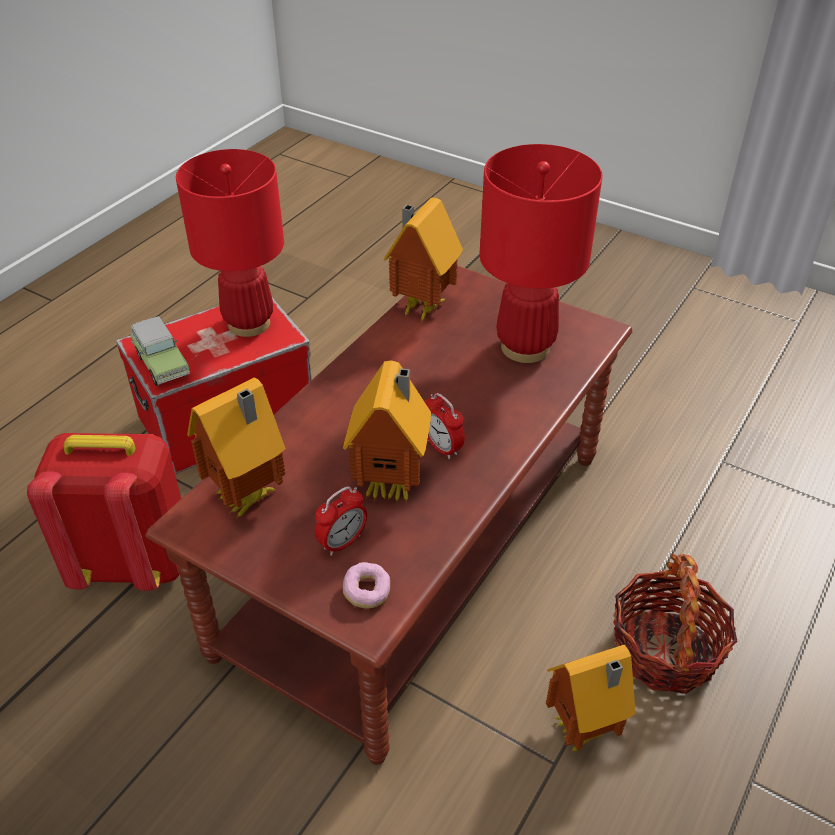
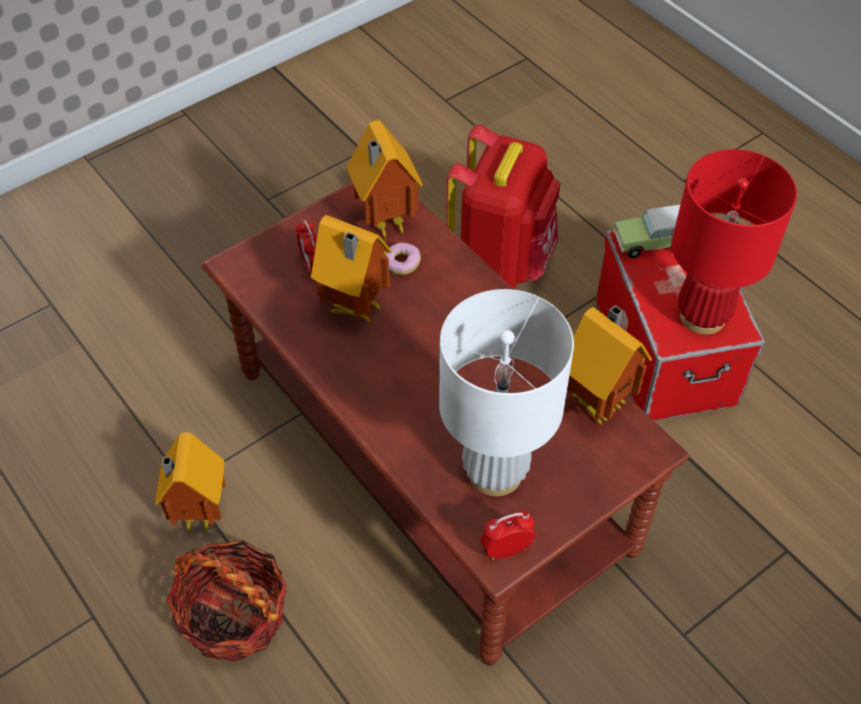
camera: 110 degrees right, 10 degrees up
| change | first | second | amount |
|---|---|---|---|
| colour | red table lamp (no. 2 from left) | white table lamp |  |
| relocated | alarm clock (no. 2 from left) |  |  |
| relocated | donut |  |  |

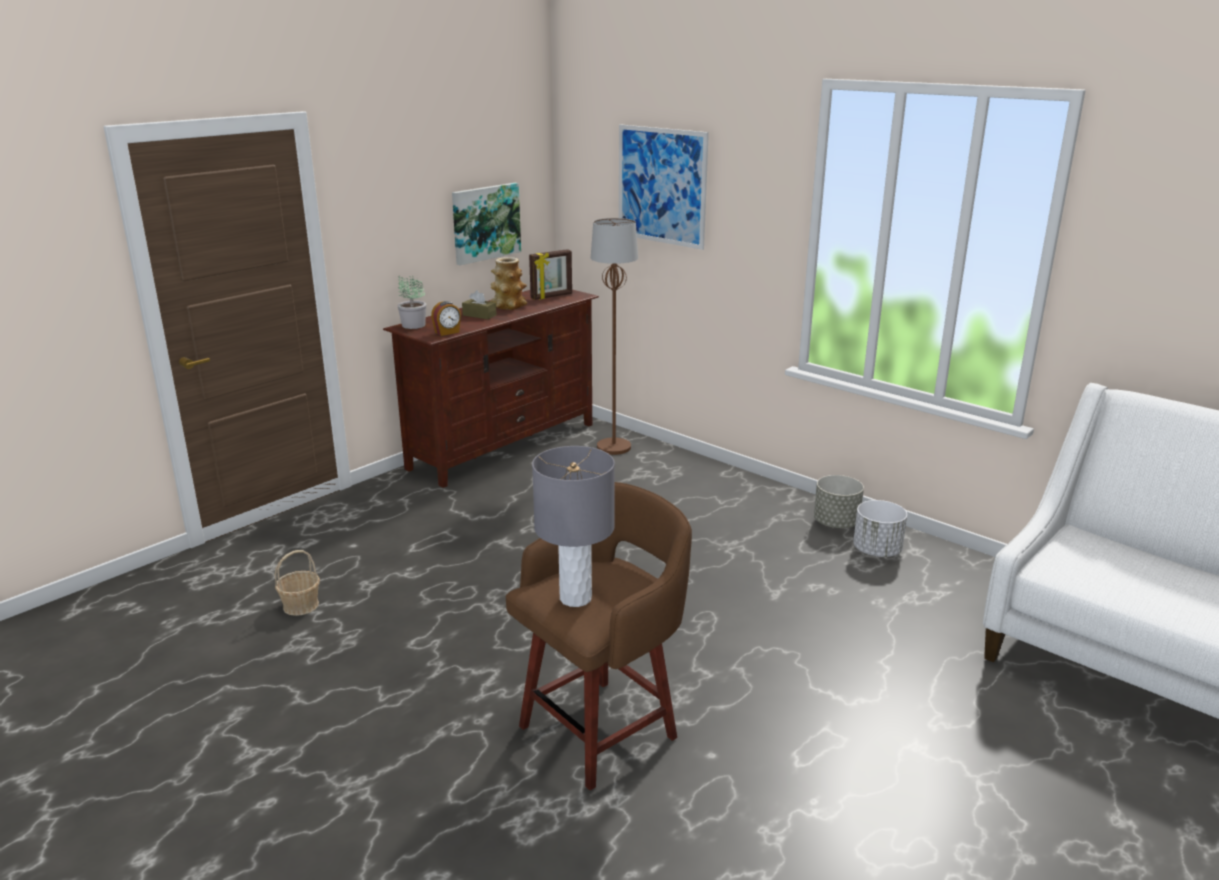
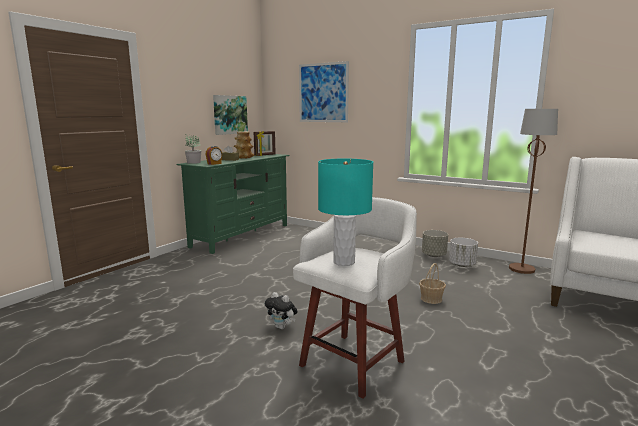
camera: 10 degrees left, 10 degrees down
| change | first | second | amount |
|---|---|---|---|
| relocated | brown floor lamp |  |  |
| colour | brown tv stand | green tv stand |  |
| colour | grey table lamp | turquoise table lamp |  |
| colour | brown stool | white stool |  |
| relocated | basket |  |  |
| appeared |  | plush toy |  |

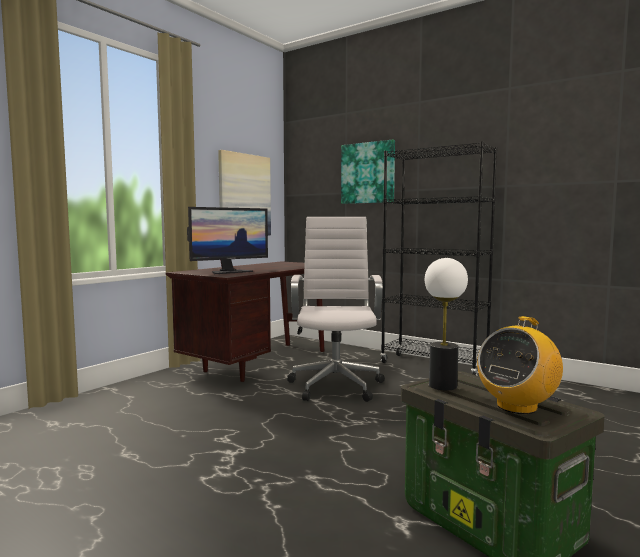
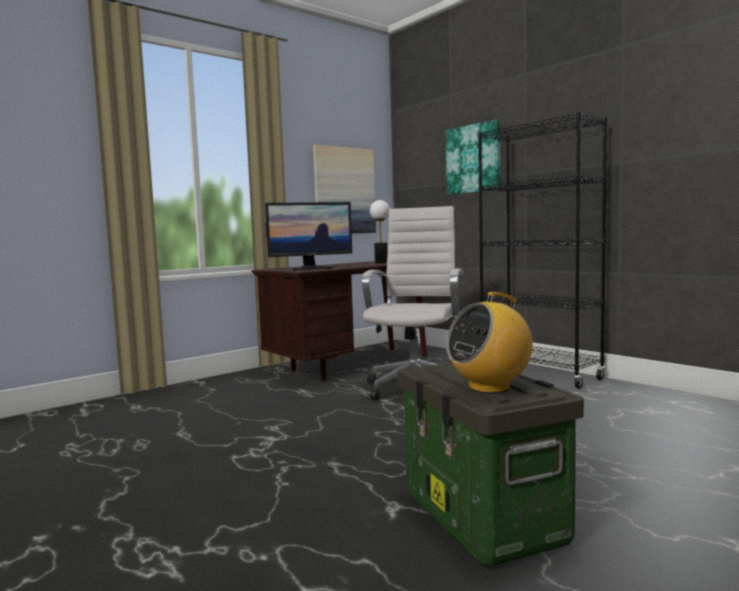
camera: 15 degrees right, 0 degrees up
| change | first | second | amount |
|---|---|---|---|
| relocated | table lamp |  |  |

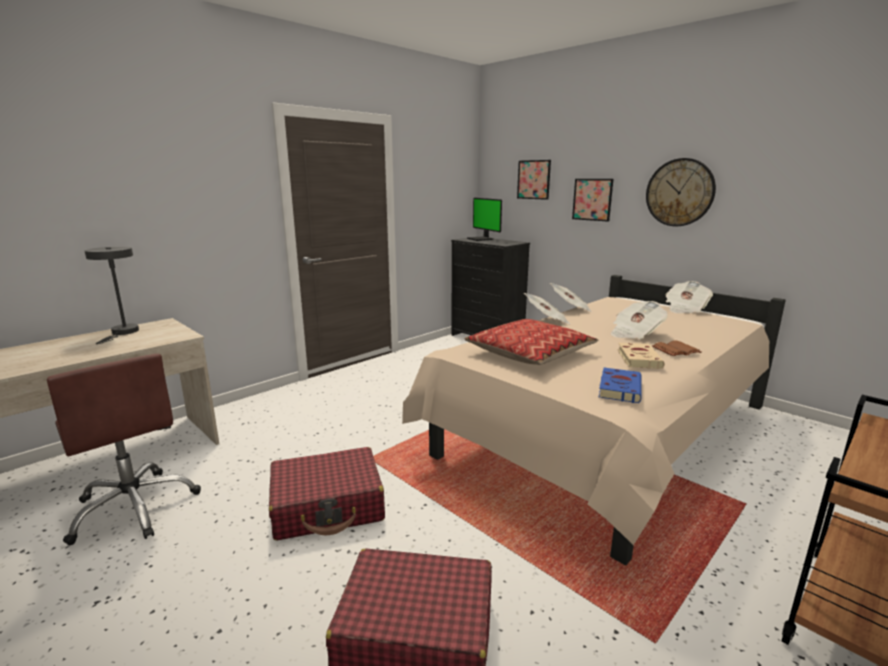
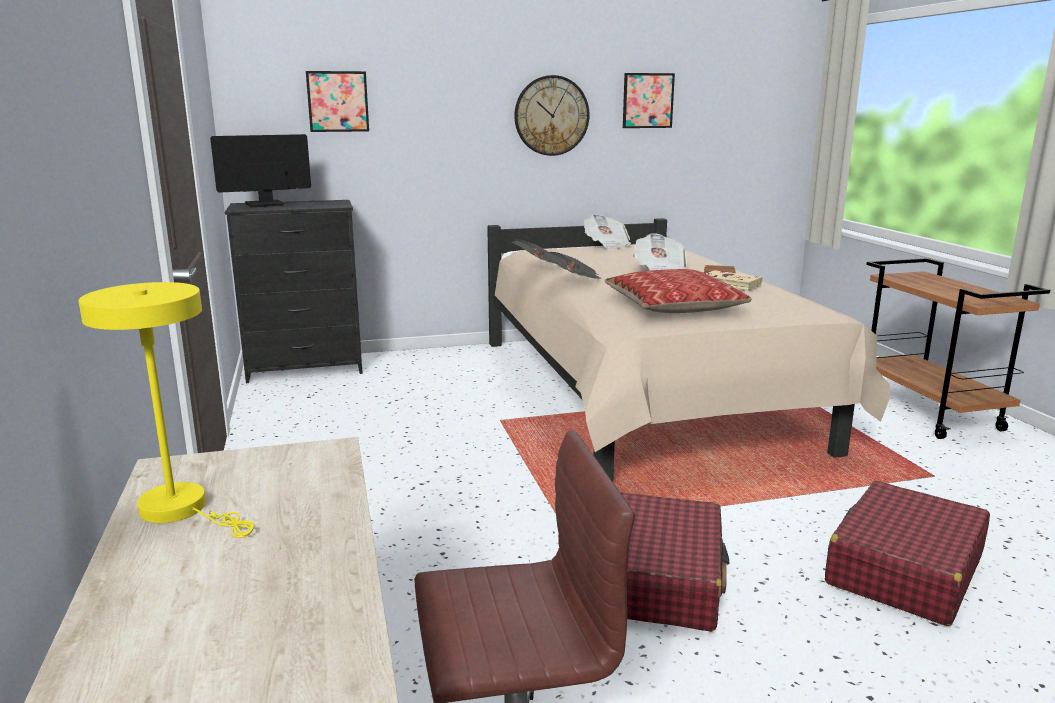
camera: 60 degrees left, 0 degrees up
| change | first | second | amount |
|---|---|---|---|
| relocated | picture (no. 2 from left) |  |  |
| spun | monitor |  | 150 degrees clockwise |
| colour | grey table lamp | yellow table lamp |  |
| missing | blue book |  |  |

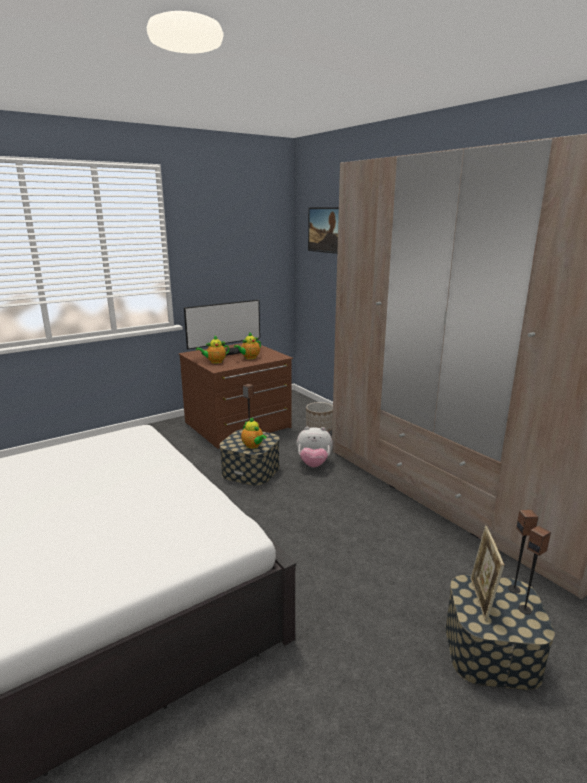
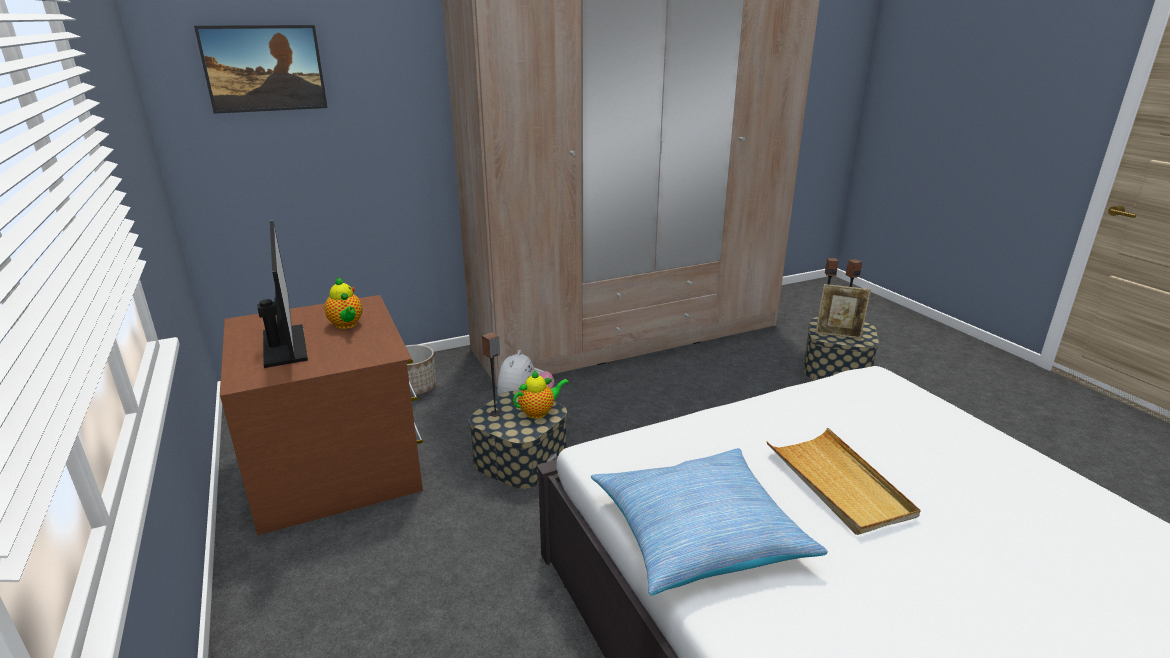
camera: 80 degrees left, 5 degrees up
| change | first | second | amount |
|---|---|---|---|
| missing | teapot (no. 1 from left) |  |  |
| appeared |  | beige tray |  |
| appeared |  | pillow |  |

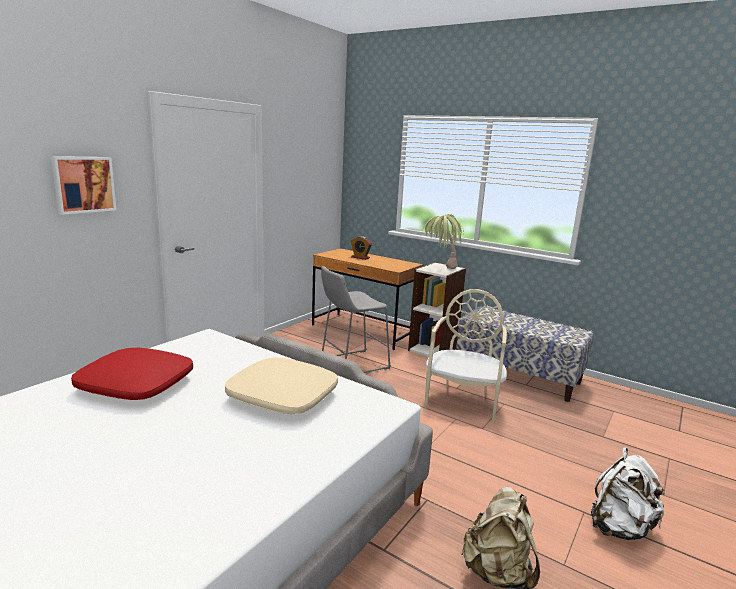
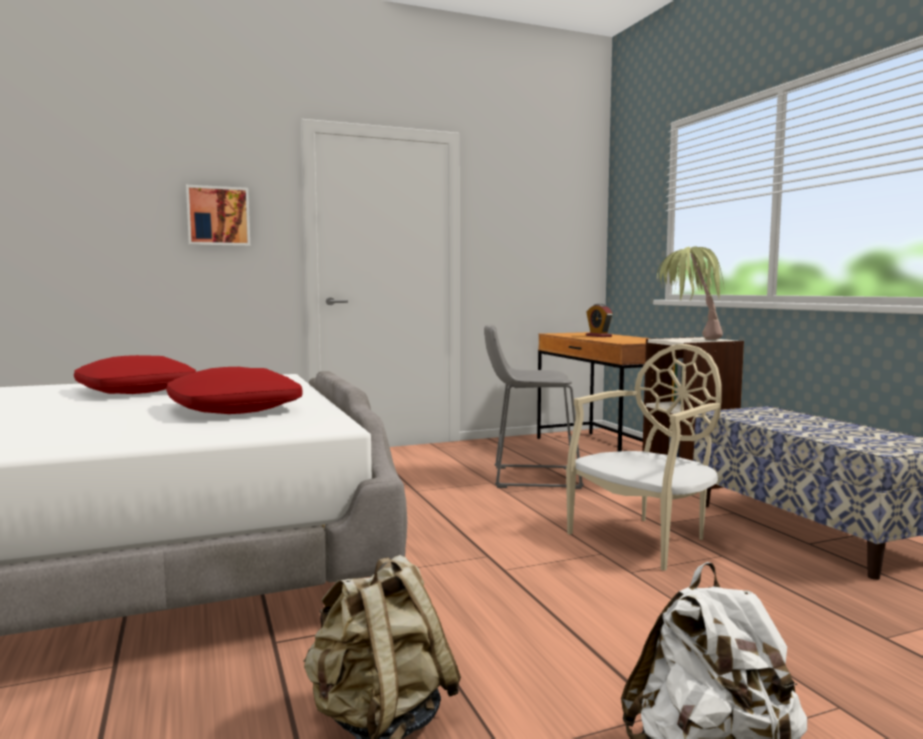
camera: 35 degrees right, 10 degrees down
| change | first | second | amount |
|---|---|---|---|
| colour | beige pillow | red pillow (no. 2 from left) |  |

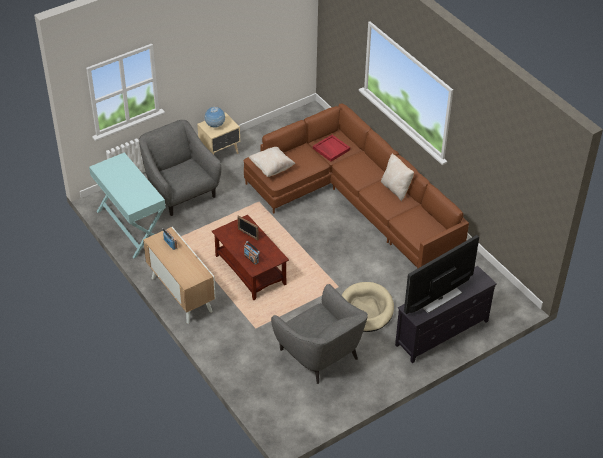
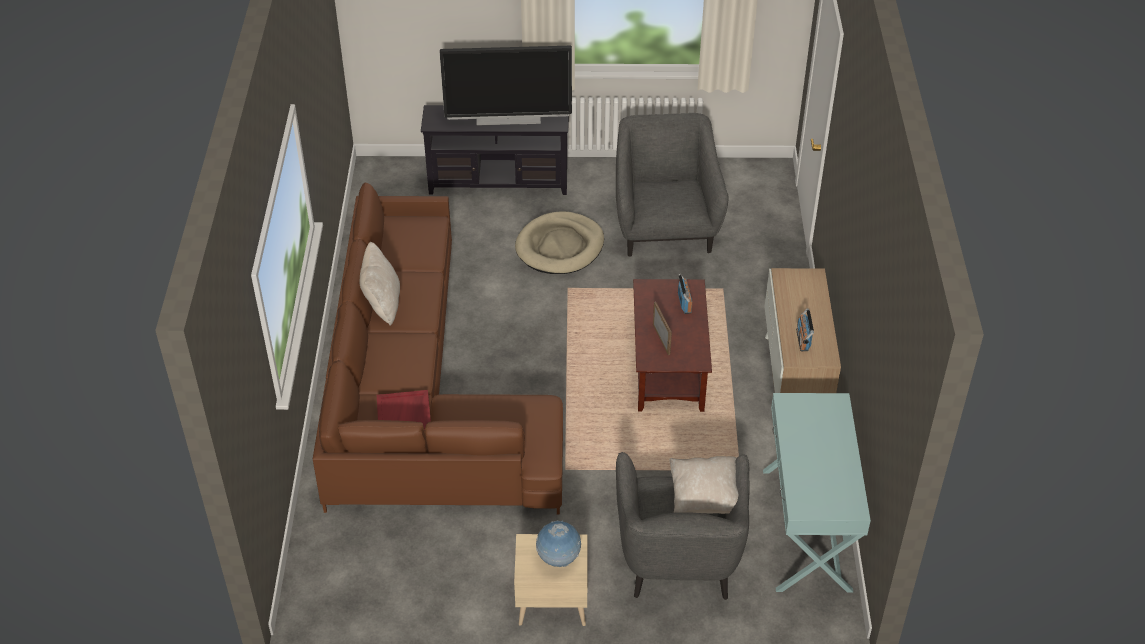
camera: 145 degrees left, 0 degrees up
| change | first | second | amount |
|---|---|---|---|
| relocated | beige pillow (no. 1 from left in the first image) | beige pillow (no. 2 from left) |  |

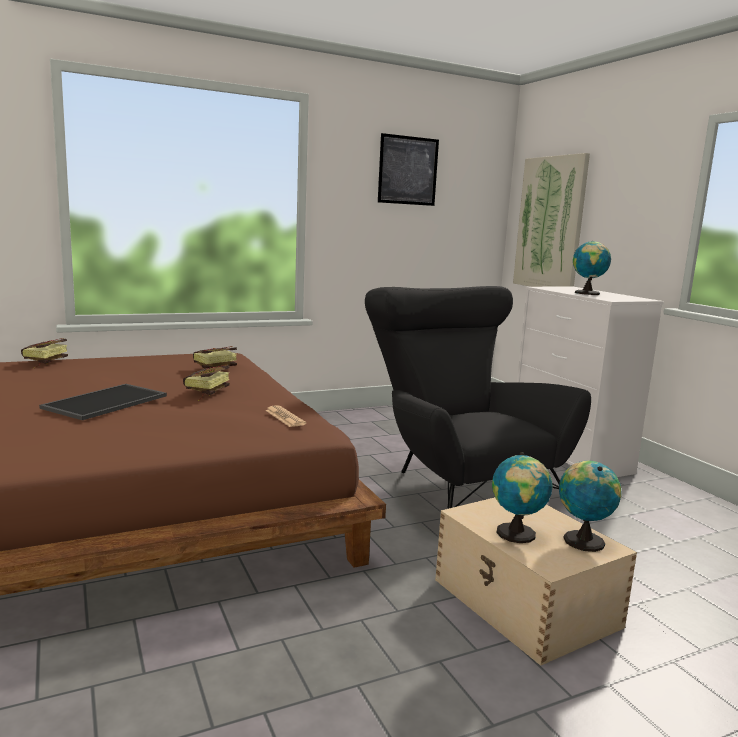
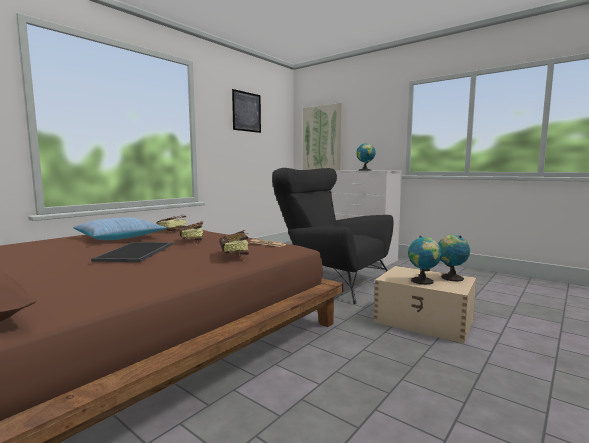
camera: 25 degrees left, 5 degrees down
| change | first | second | amount |
|---|---|---|---|
| relocated | book (no. 1 from left in the first image) | book (no. 3 from left) |  |
| appeared |  | pillow |  |

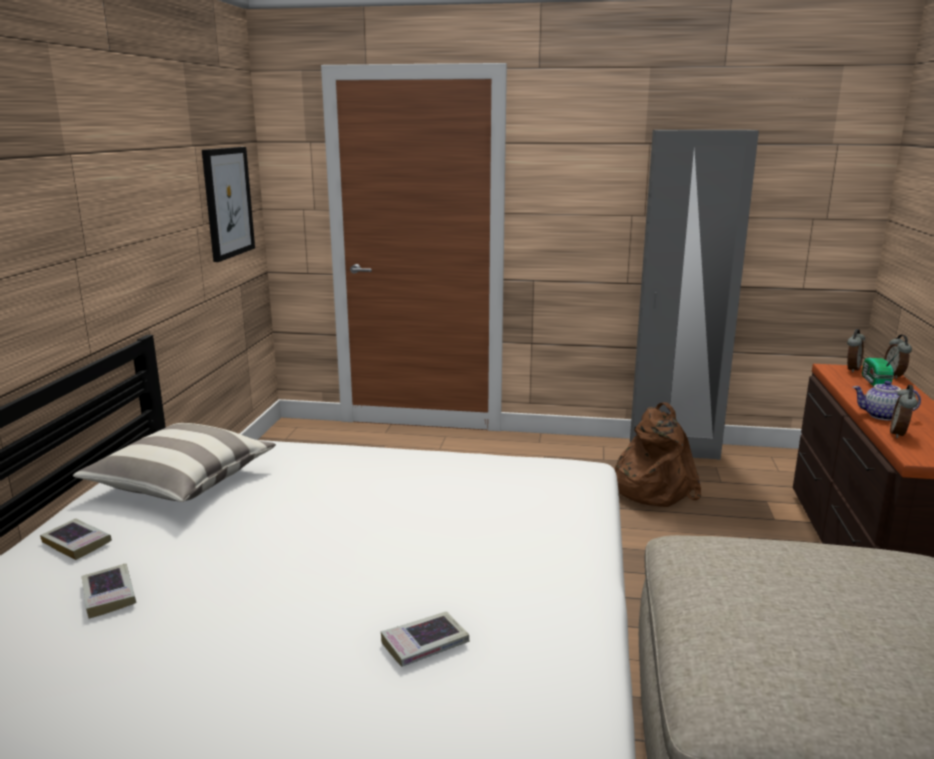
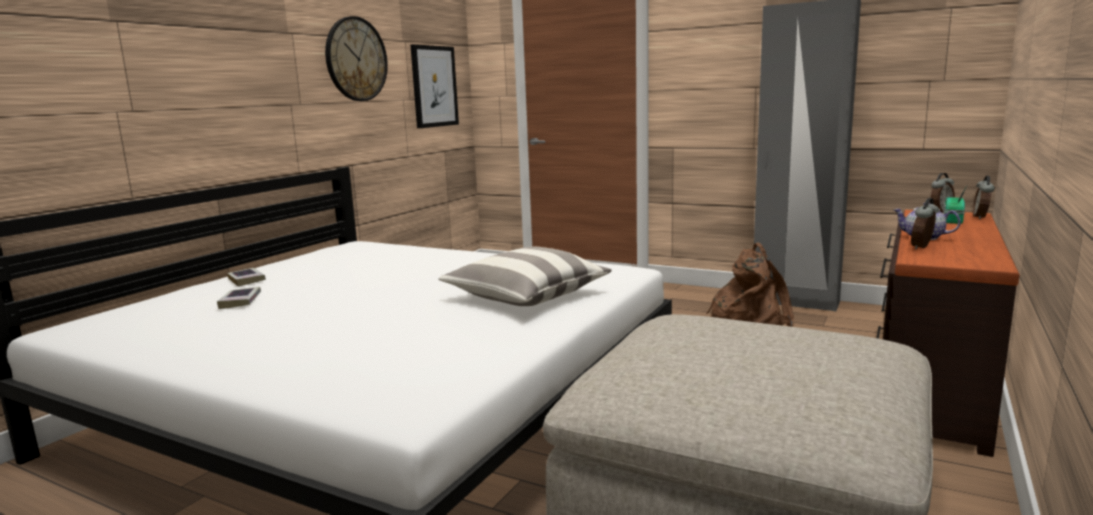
camera: 20 degrees right, 5 degrees down
| change | first | second | amount |
|---|---|---|---|
| relocated | pillow |  |  |
| missing | book (no. 3 from left) |  |  |
| appeared |  | wall clock |  |

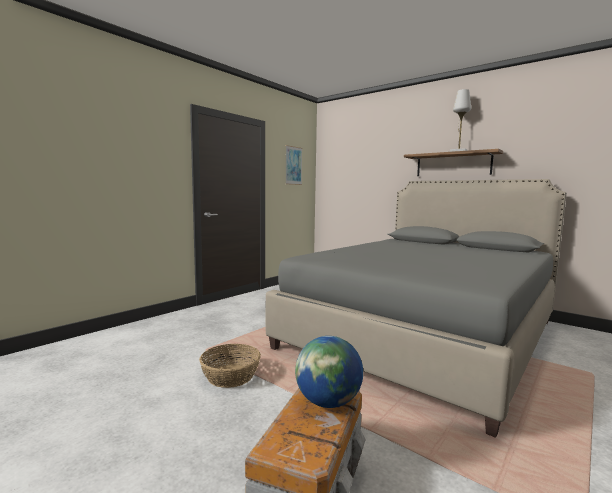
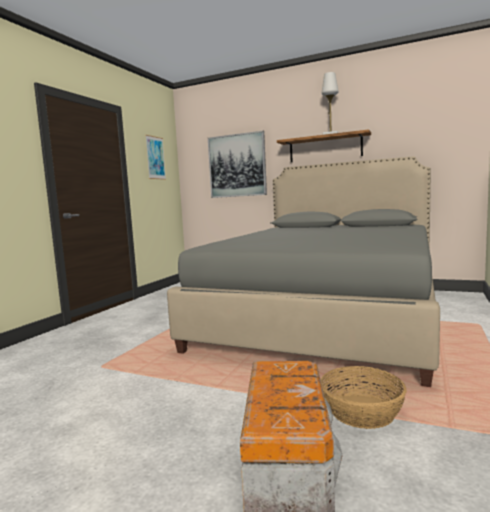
camera: 15 degrees left, 0 degrees up
| change | first | second | amount |
|---|---|---|---|
| missing | globe |  |  |
| relocated | basket |  |  |
| appeared |  | picture (no. 2 from left) |  |

